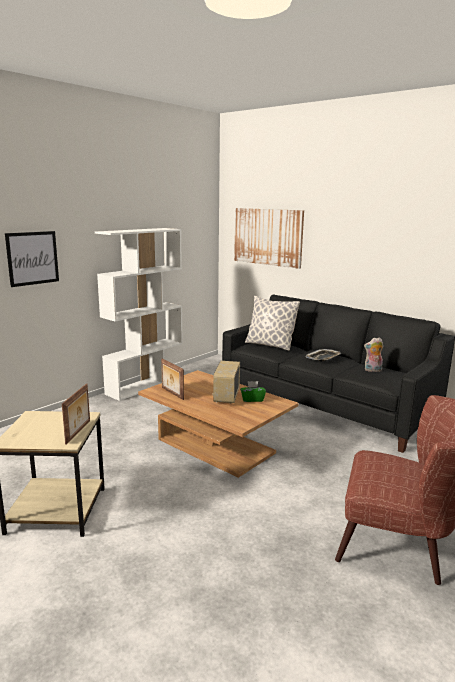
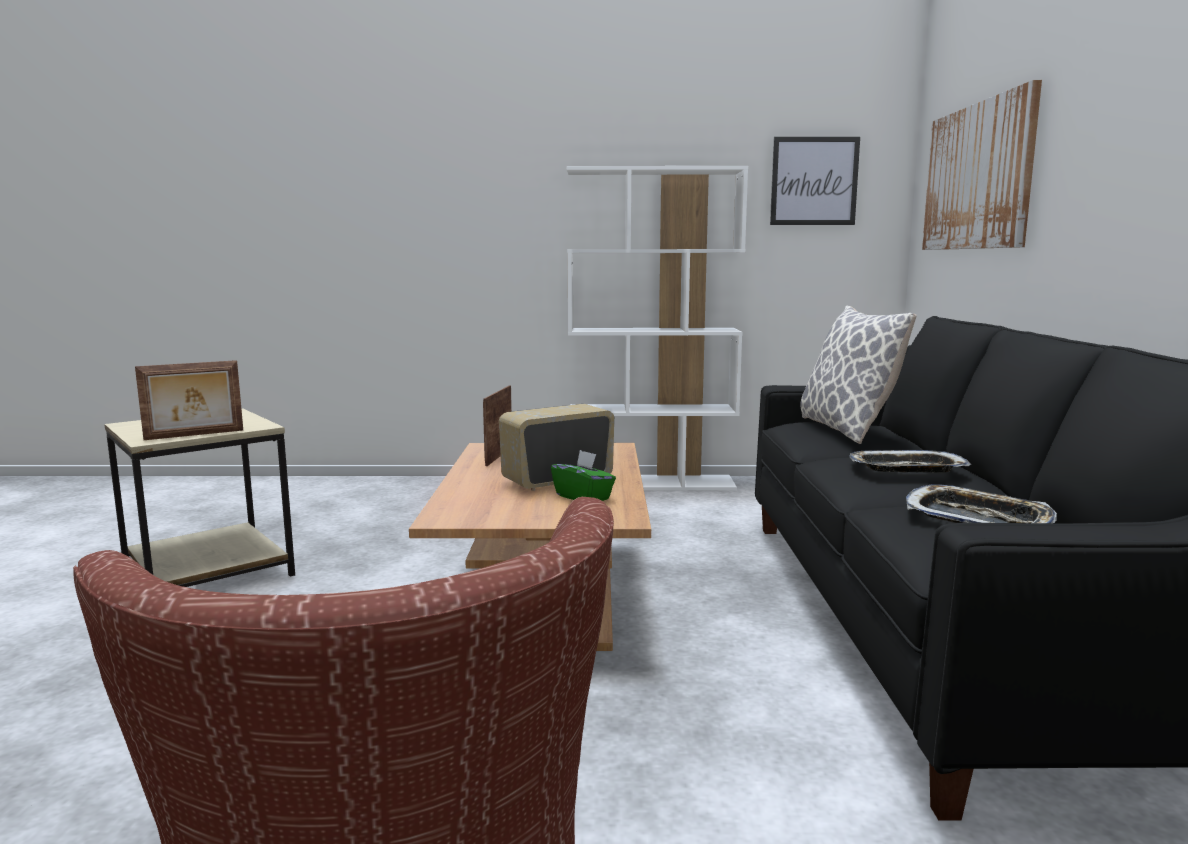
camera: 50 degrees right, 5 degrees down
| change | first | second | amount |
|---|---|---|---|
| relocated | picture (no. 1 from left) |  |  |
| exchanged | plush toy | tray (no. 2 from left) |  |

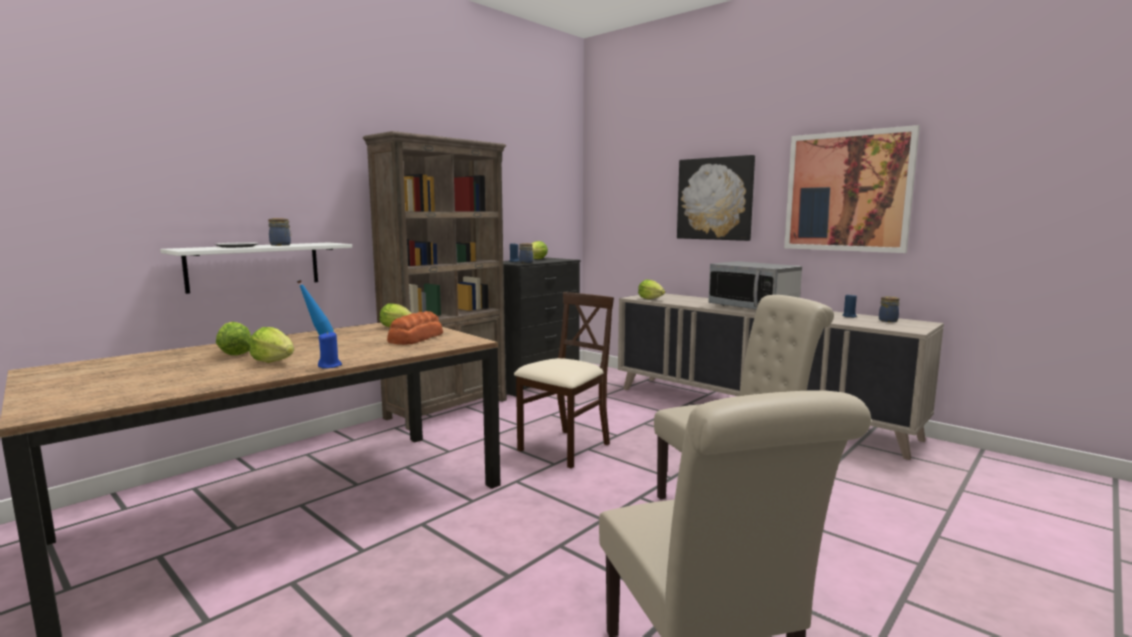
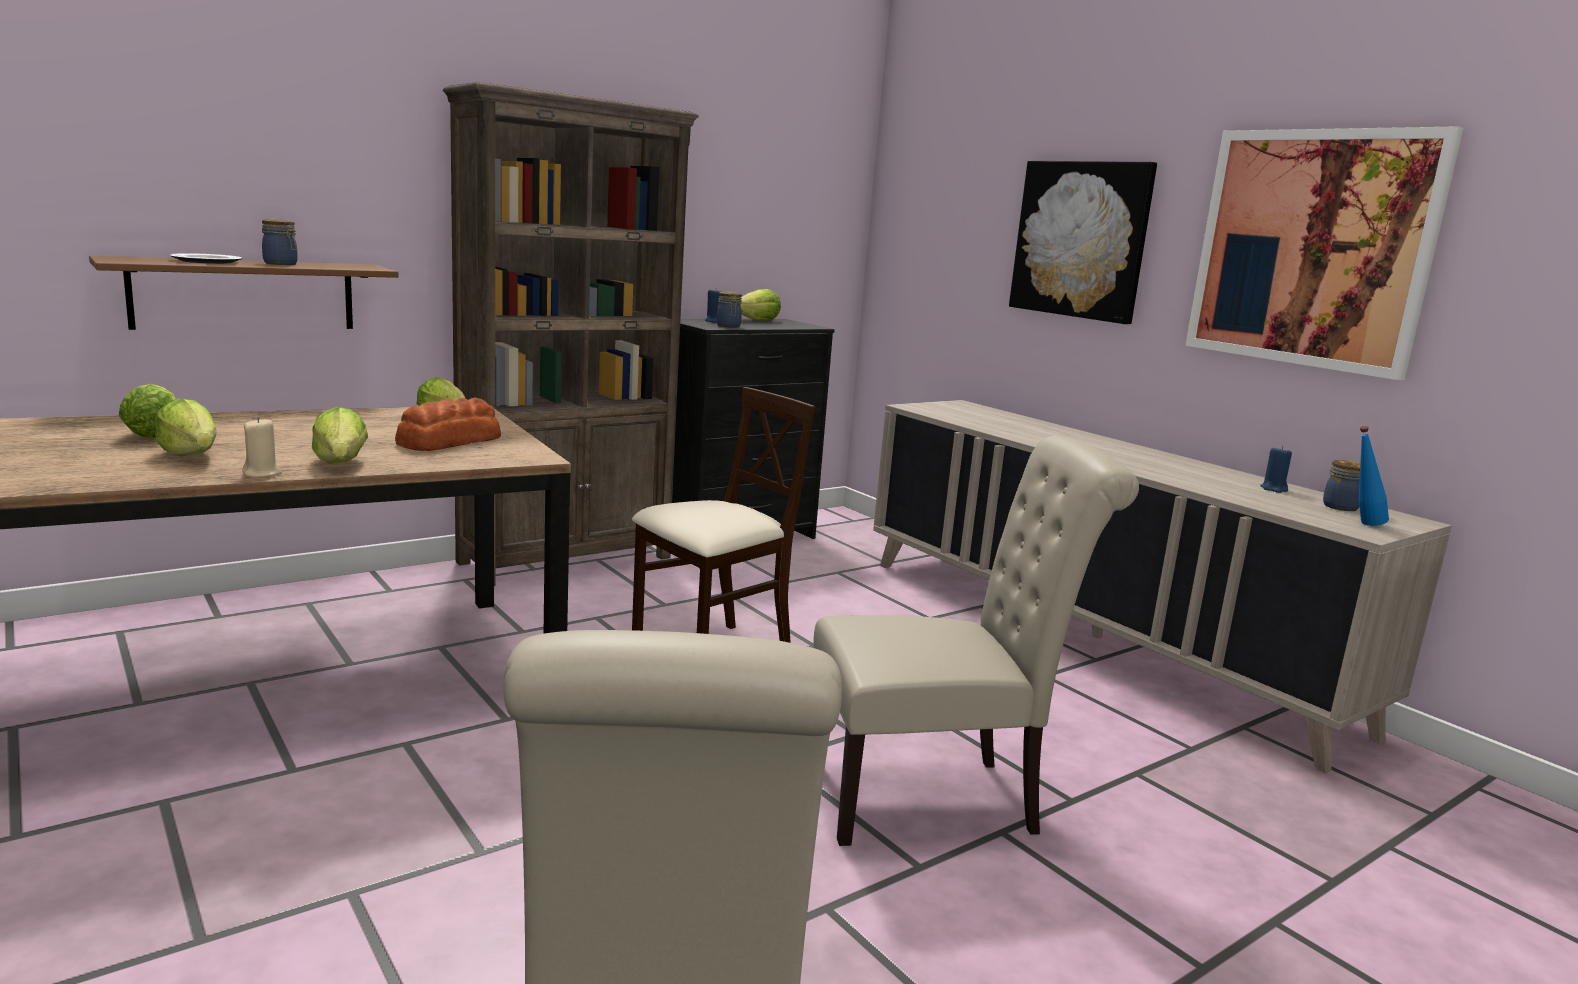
camera: 10 degrees right, 5 degrees up
| change | first | second | amount |
|---|---|---|---|
| colour | white shelf | brown shelf |  |
| missing | microwave |  |  |
| relocated | blue bottle |  |  |
| relocated | lettuce (no. 5 from left in the first image) | lettuce (no. 3 from left) |  |
| colour | blue candle (no. 1 from left) | beige candle |  |

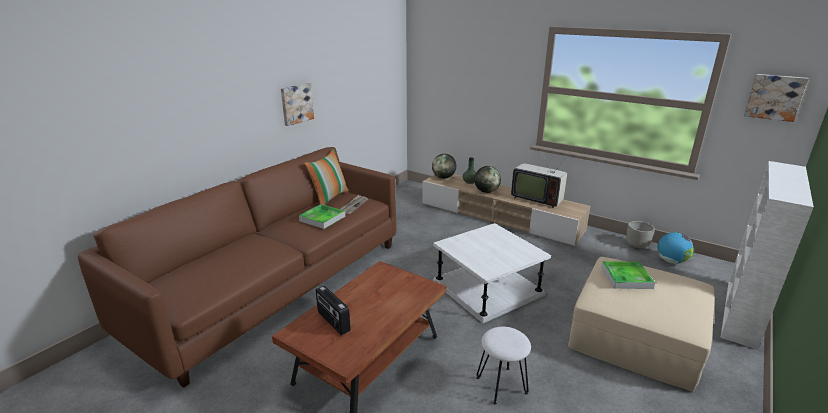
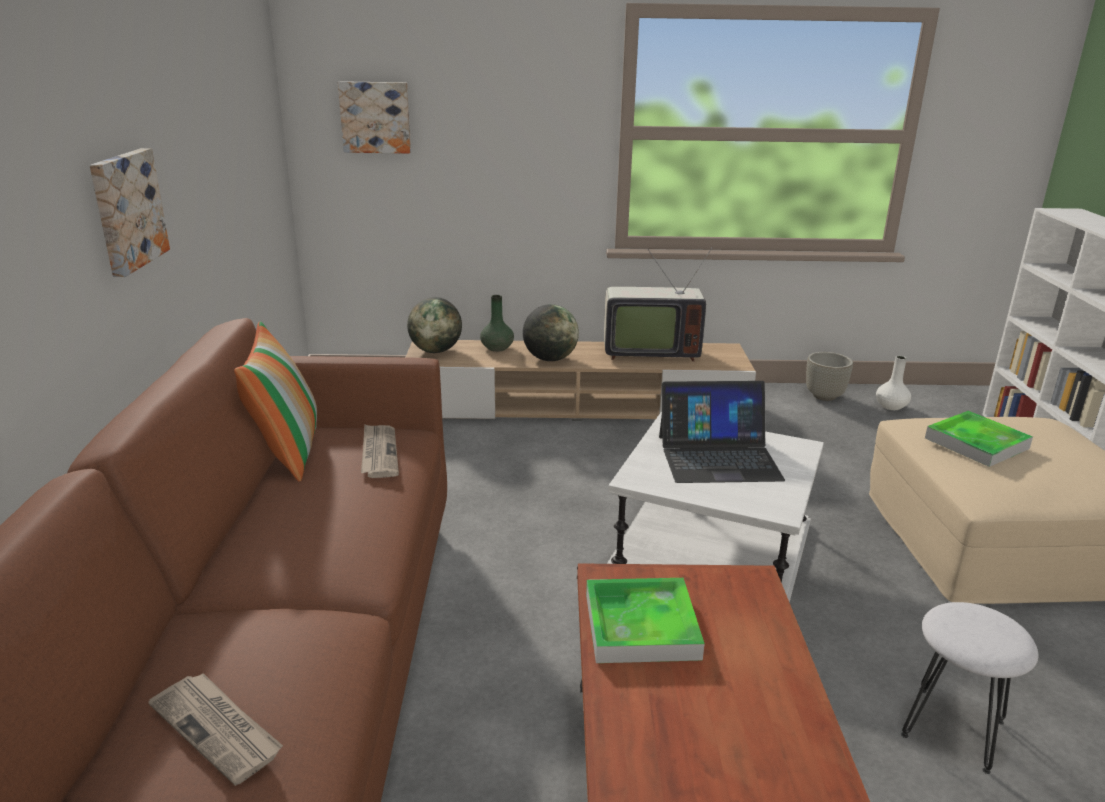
camera: 35 degrees left, 0 degrees up
| change | first | second | amount |
|---|---|---|---|
| relocated | picture (no. 2 from left) |  |  |
| relocated | tray (no. 1 from left) |  |  |
| exchanged | globe (no. 3 from left) | white vase |  |
| missing | radio |  |  |
| appeared |  | laptop |  |
| appeared |  | newspaper (no. 1 from left) |  |

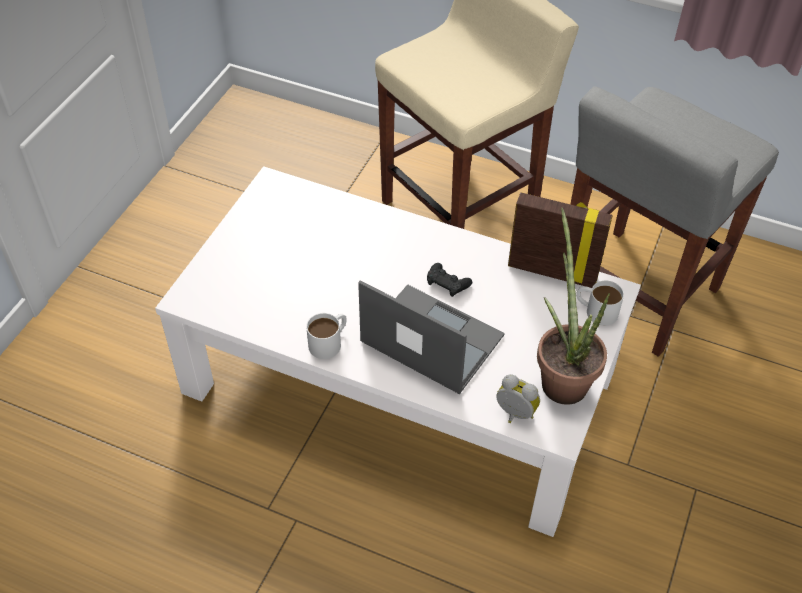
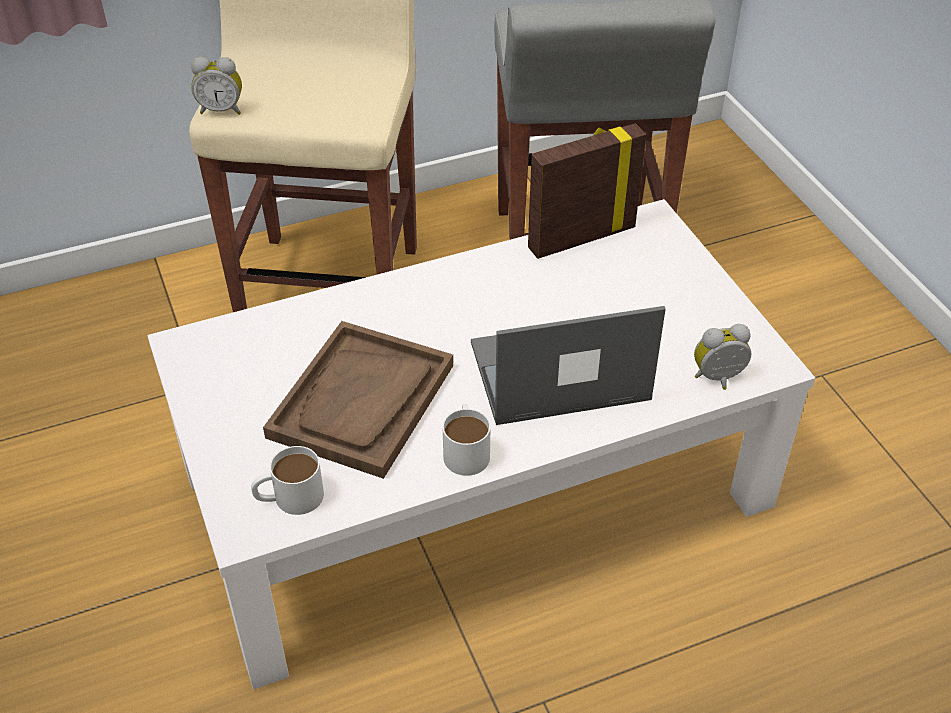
camera: 45 degrees left, 5 degrees down
| change | first | second | amount |
|---|---|---|---|
| missing | potted plant |  |  |
| missing | black game controller |  |  |
| relocated | white mug (no. 2 from left in the first image) | white mug (no. 1 from left) |  |
| appeared |  | alarm clock (no. 1 from left) |  |
| appeared |  | brown tray |  |

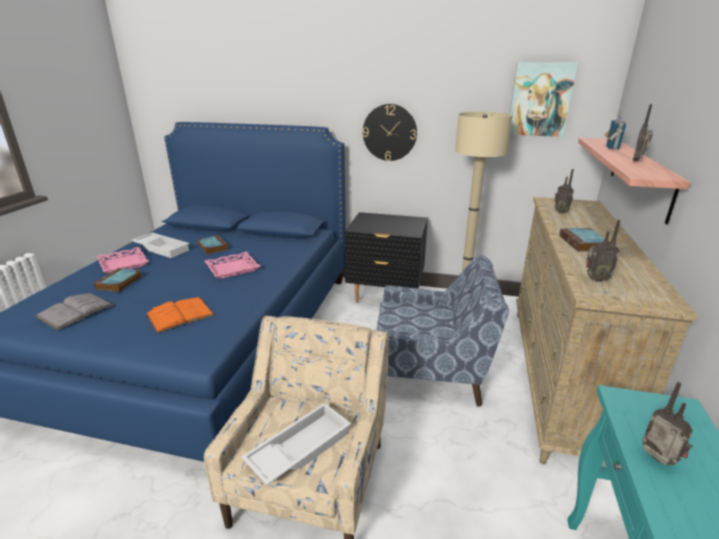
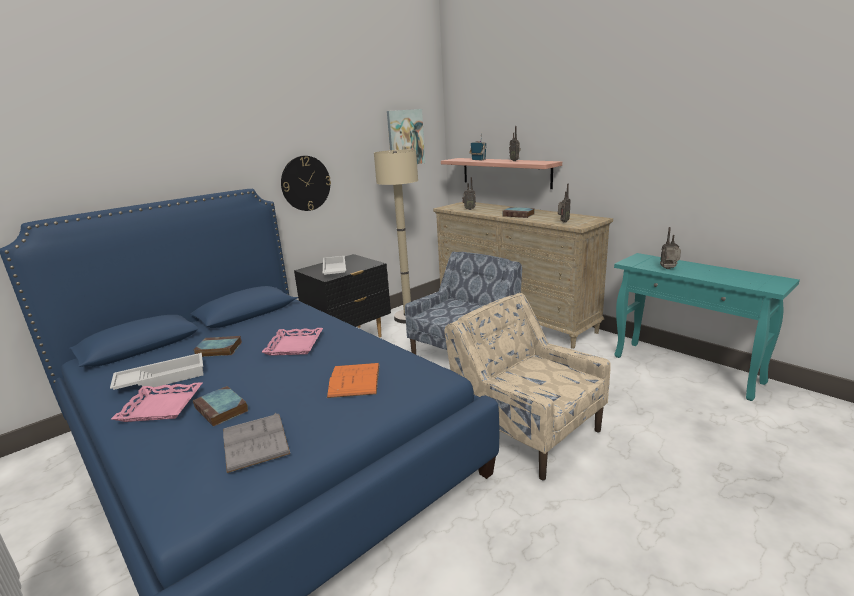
camera: 55 degrees left, 5 degrees down
| change | first | second | amount |
|---|---|---|---|
| relocated | white tray (no. 2 from left) |  |  |

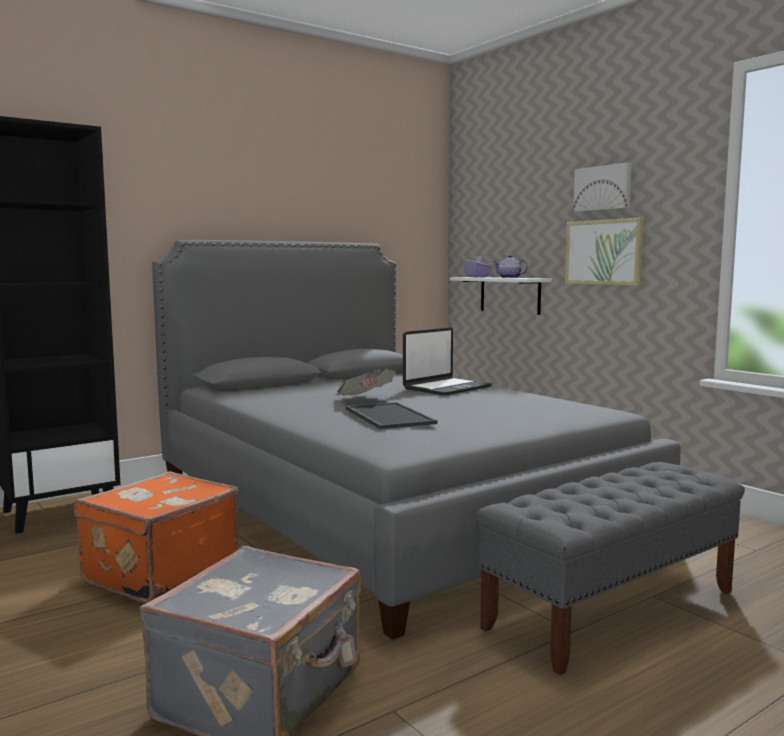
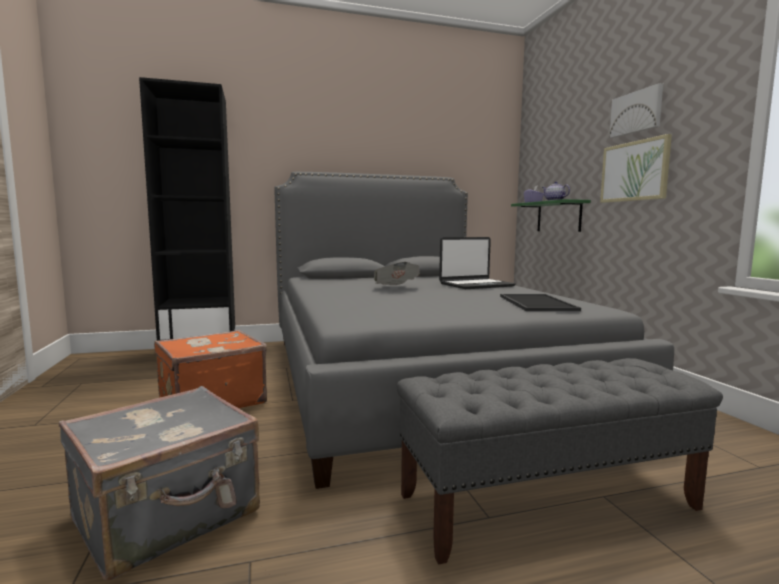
camera: 20 degrees right, 0 degrees up
| change | first | second | amount |
|---|---|---|---|
| colour | white shelf | green shelf |  |
| relocated | tray |  |  |

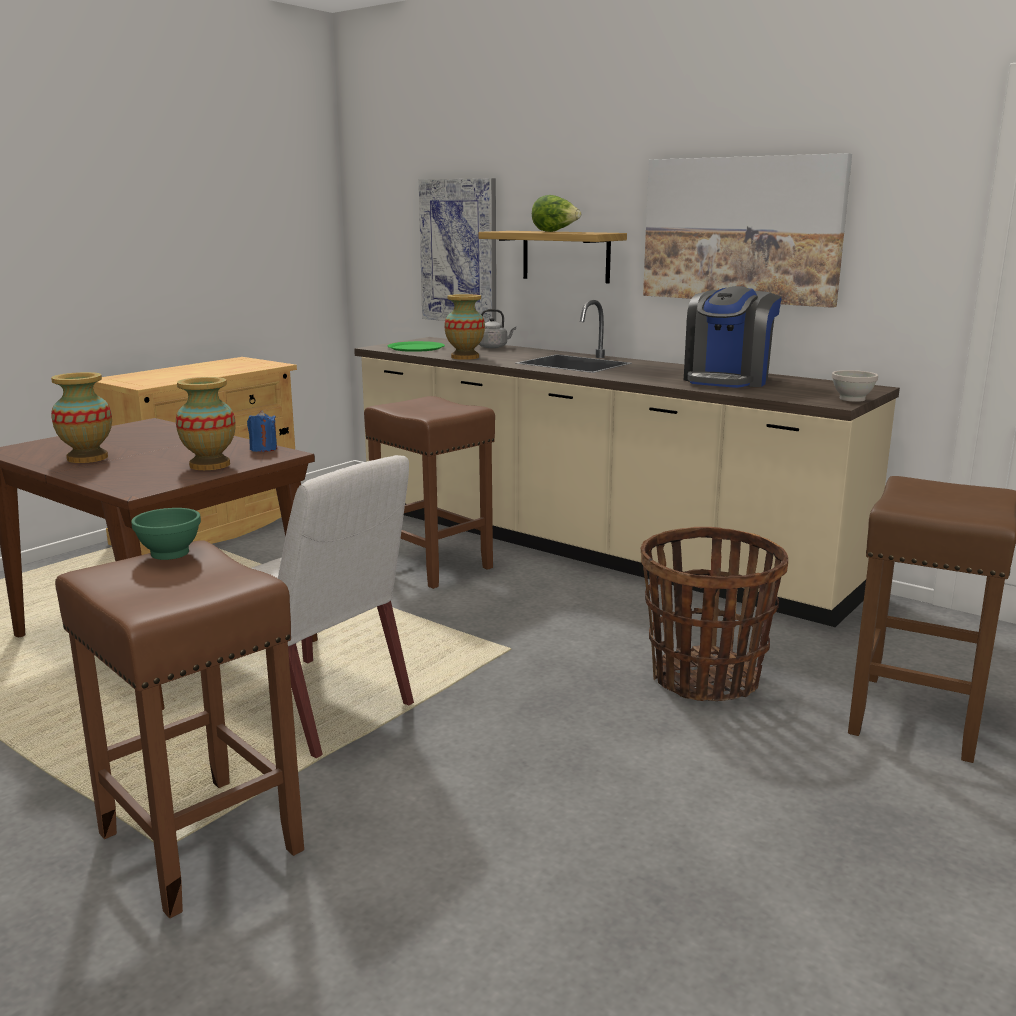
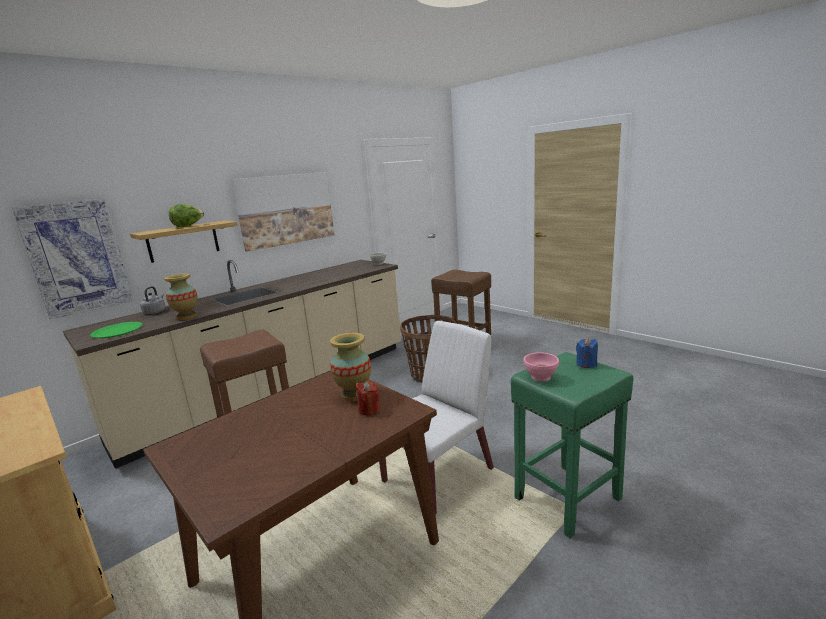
camera: 80 degrees left, 0 degrees up
| change | first | second | amount |
|---|---|---|---|
| missing | coffee machine |  |  |
| missing | vase (no. 1 from left) |  |  |
| relocated | blue candle |  |  |
| colour | green bowl | pink bowl |  |
| colour | brown stool (no. 1 from left) | green stool |  |
| appeared |  | red candle |  |

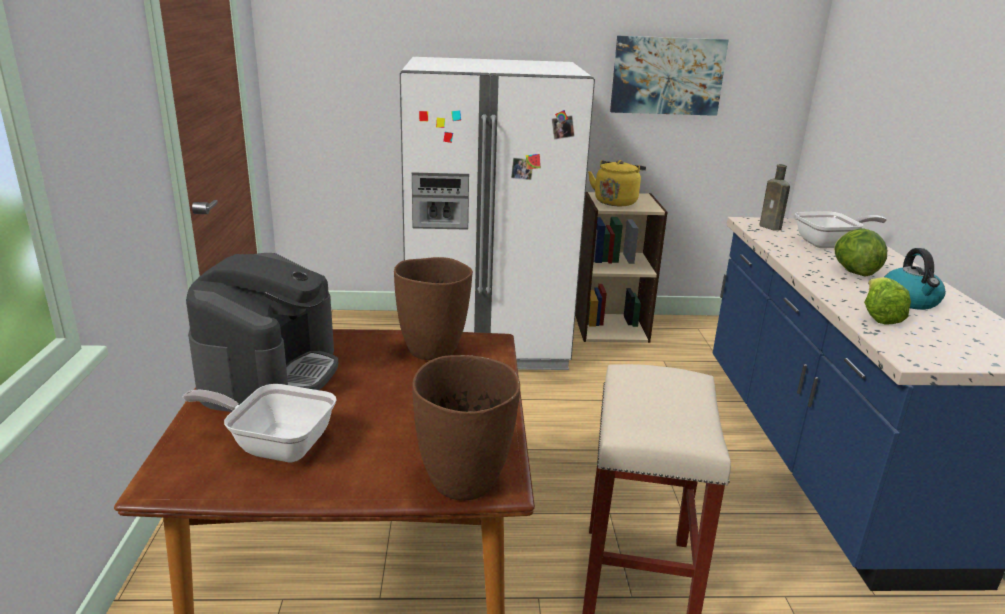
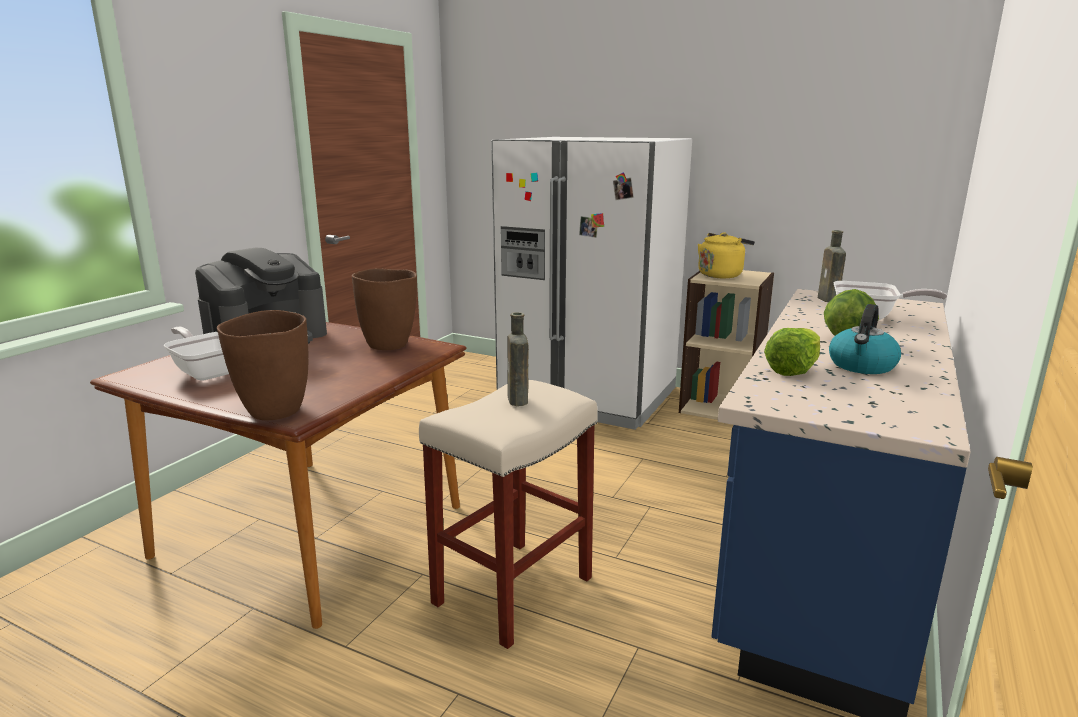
camera: 30 degrees right, 5 degrees down
| change | first | second | amount |
|---|---|---|---|
| missing | picture |  |  |
| appeared |  | brown bottle (no. 1 from left) |  |

